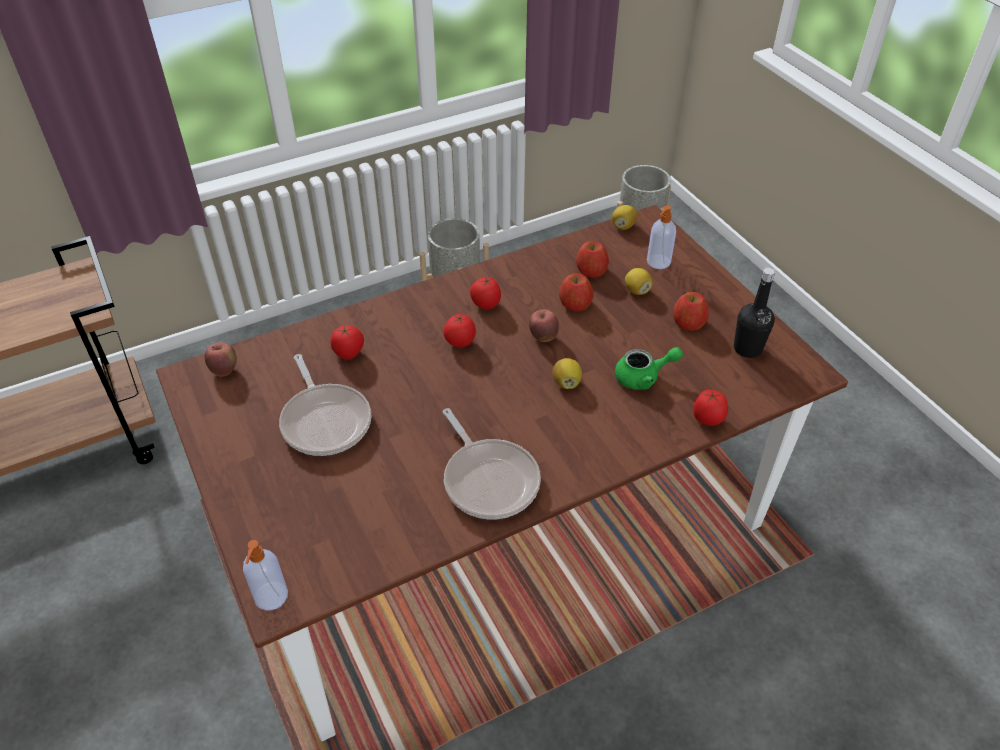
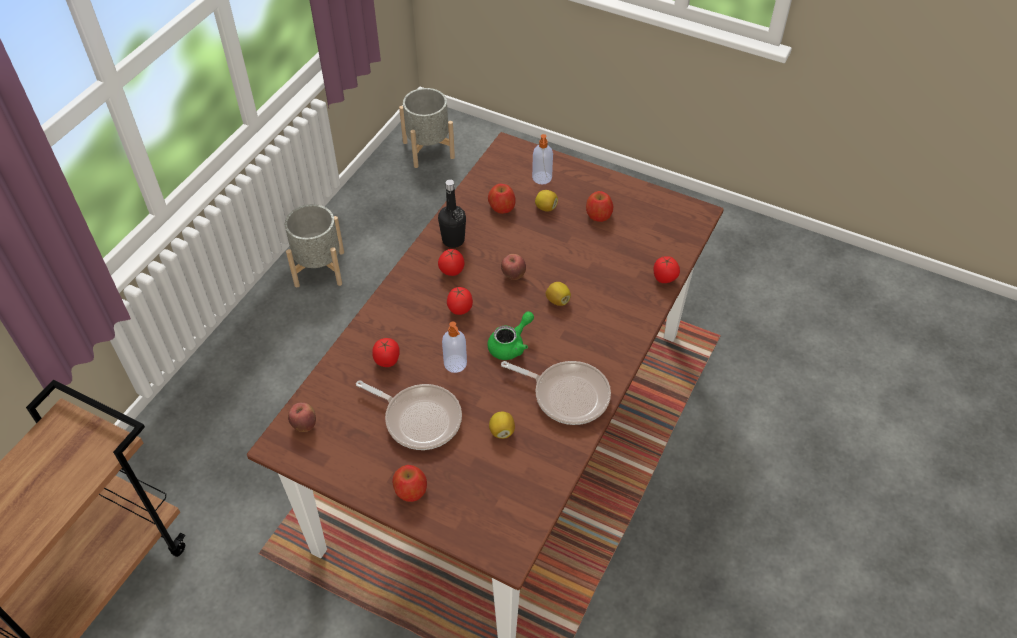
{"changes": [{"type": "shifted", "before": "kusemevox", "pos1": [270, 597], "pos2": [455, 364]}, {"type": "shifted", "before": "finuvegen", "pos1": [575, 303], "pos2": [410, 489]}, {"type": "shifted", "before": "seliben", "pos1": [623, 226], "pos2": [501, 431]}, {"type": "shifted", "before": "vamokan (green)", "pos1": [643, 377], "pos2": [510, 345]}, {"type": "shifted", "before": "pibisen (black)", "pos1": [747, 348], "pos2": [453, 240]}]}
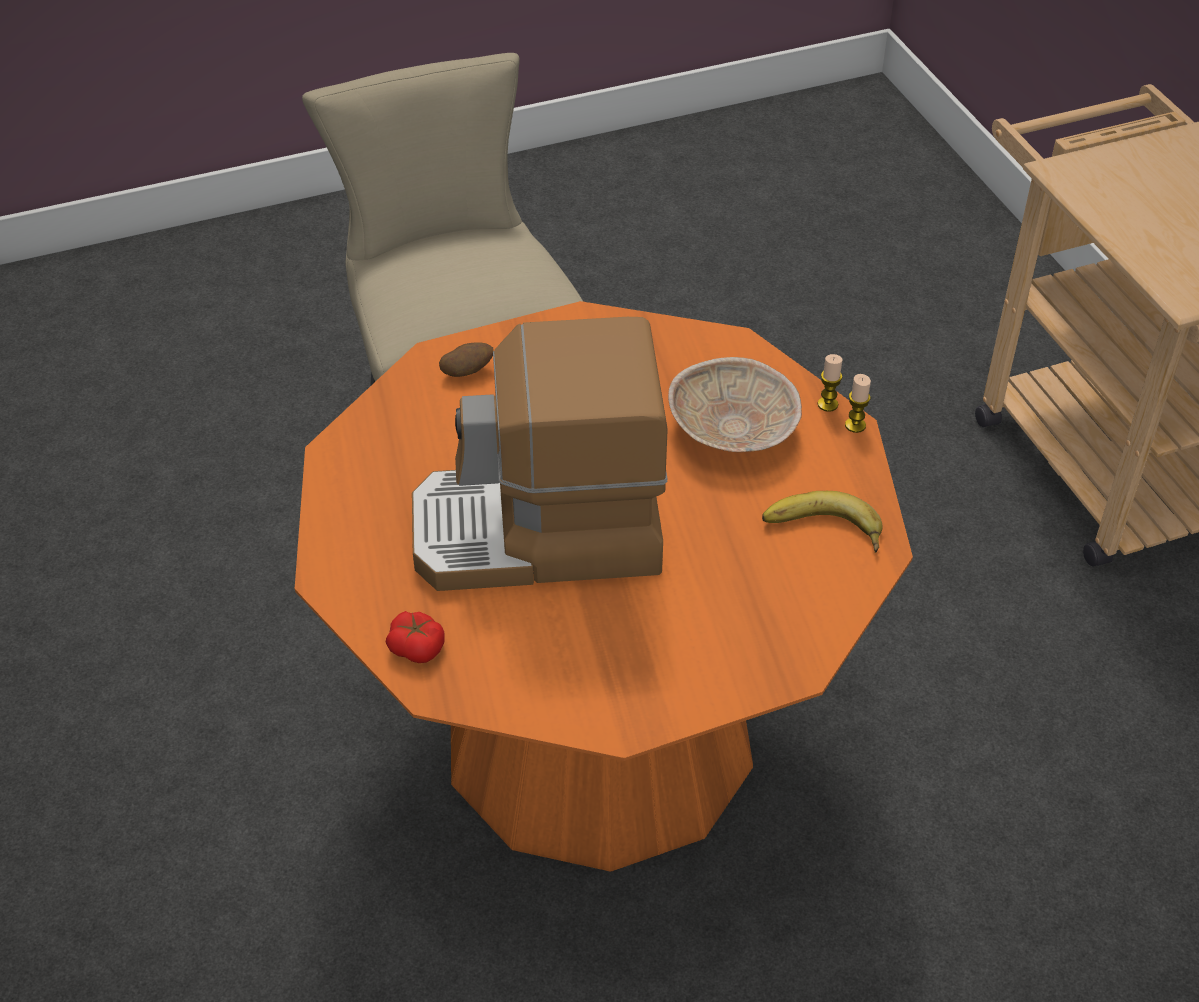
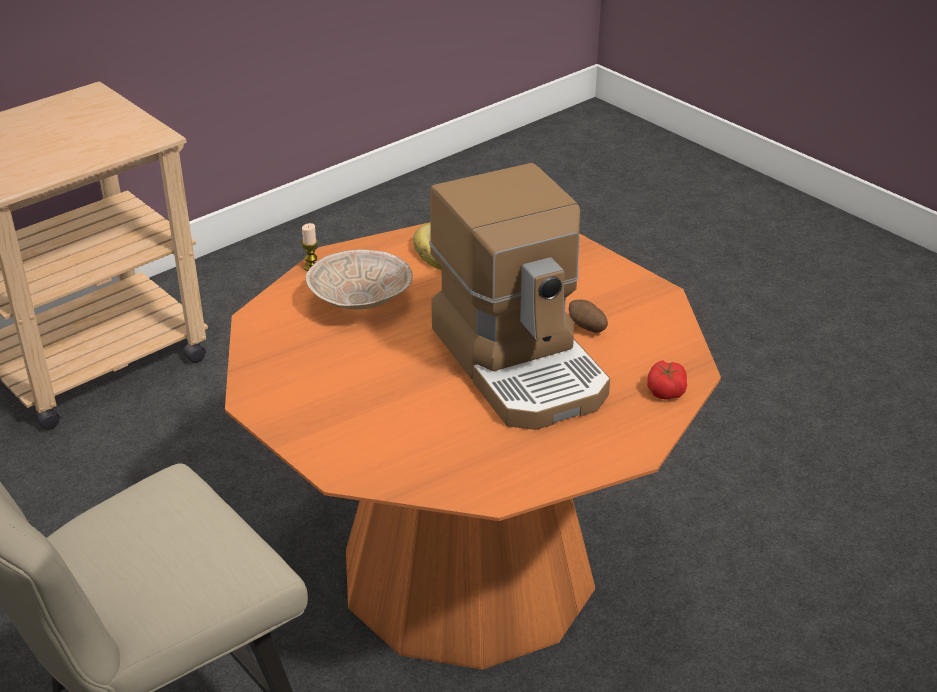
{"changes": [{"type": "gone", "before": "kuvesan", "pos1": [855, 425]}, {"type": "shifted", "before": "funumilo", "pos1": [467, 372], "pos2": [586, 328]}]}
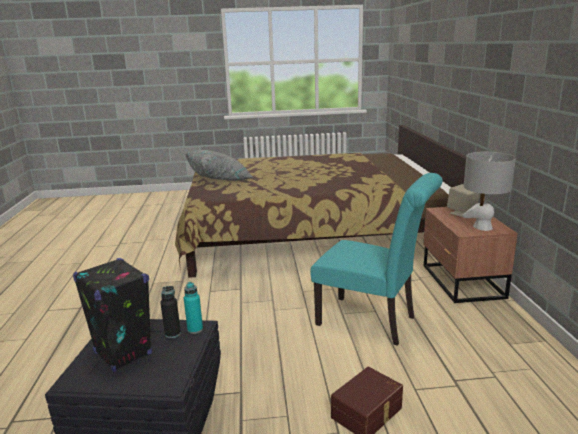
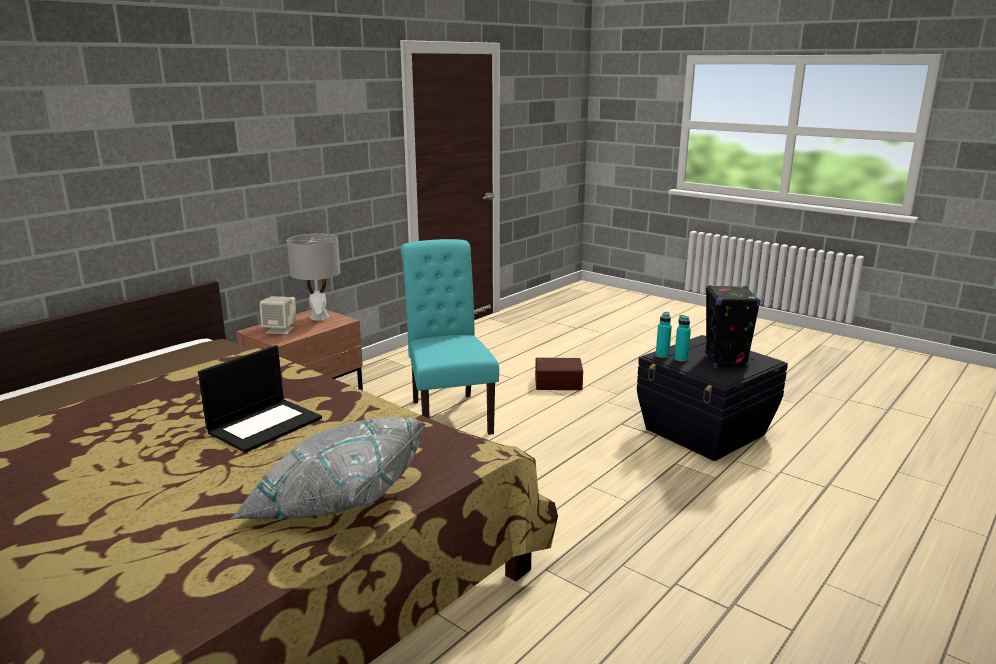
{"changes": [{"type": "new", "after": "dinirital", "pos2": [265, 424]}, {"type": "repainted", "before": "pibisen (black)", "after": "pibisen (turquoise)", "pos1": [173, 334], "pos2": [681, 359]}]}
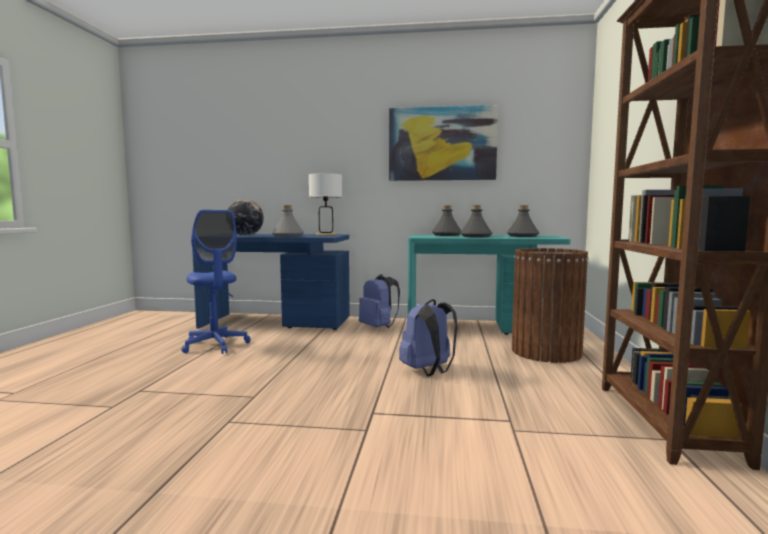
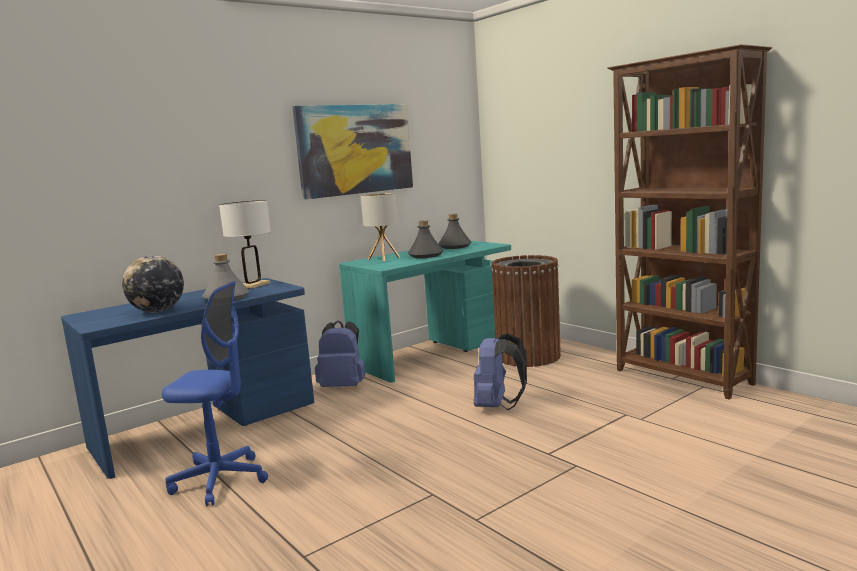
{"changes": [{"type": "swapped", "before": "pibisen (grey)", "after": "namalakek", "pos1": [446, 235], "pos2": [383, 258]}]}
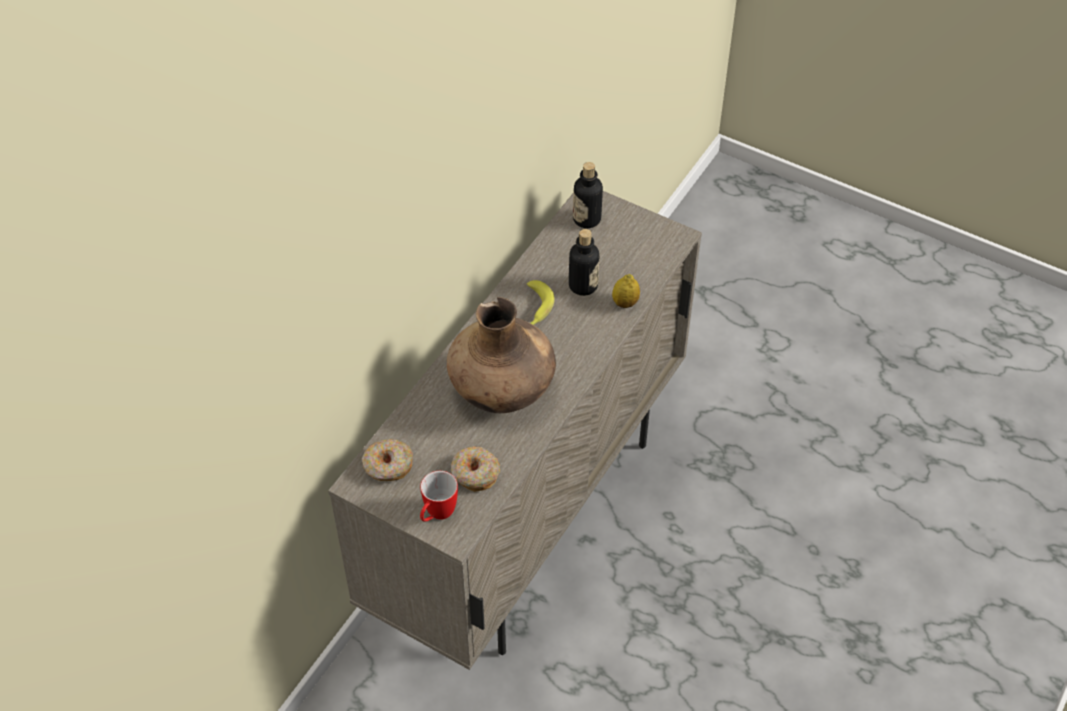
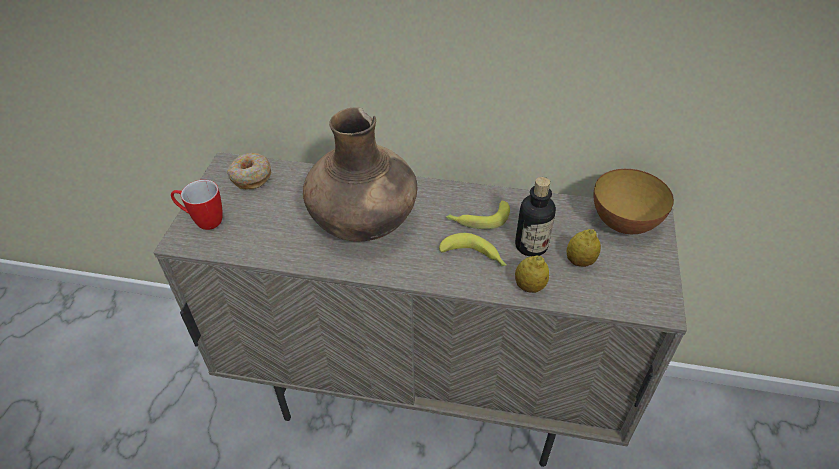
{"changes": [{"type": "gone", "before": "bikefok", "pos1": [474, 474]}, {"type": "new", "after": "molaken", "pos2": [474, 257]}, {"type": "new", "after": "seliben", "pos2": [580, 261]}, {"type": "swapped", "before": "pibisen", "after": "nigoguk", "pos1": [587, 219], "pos2": [623, 224]}]}
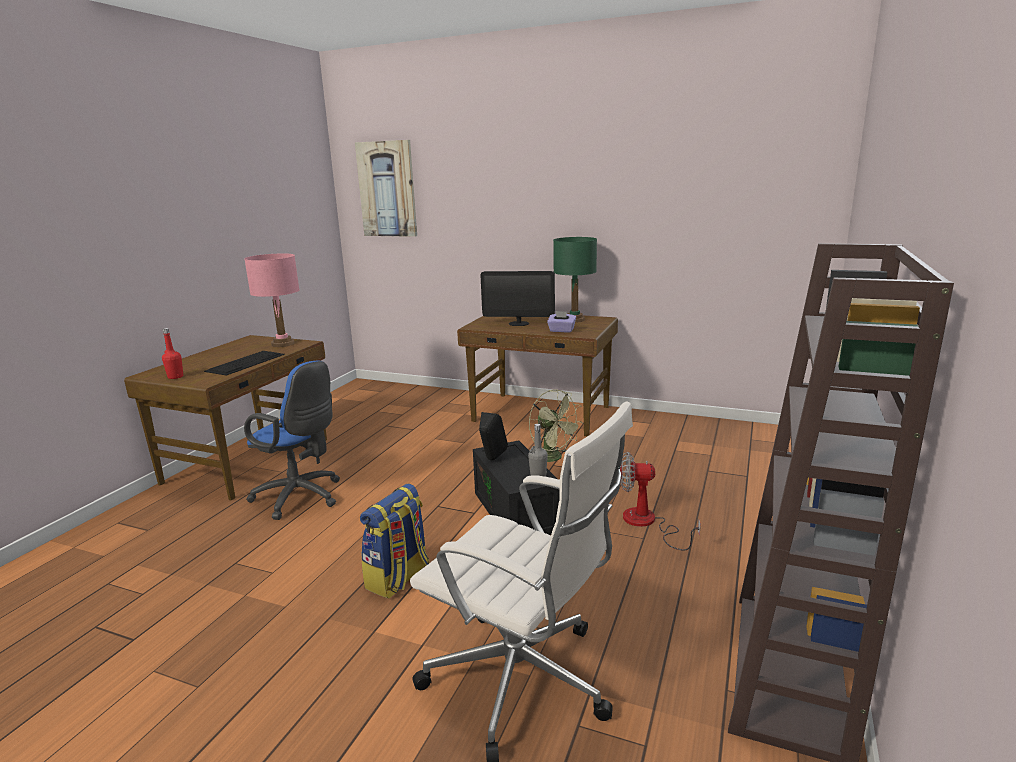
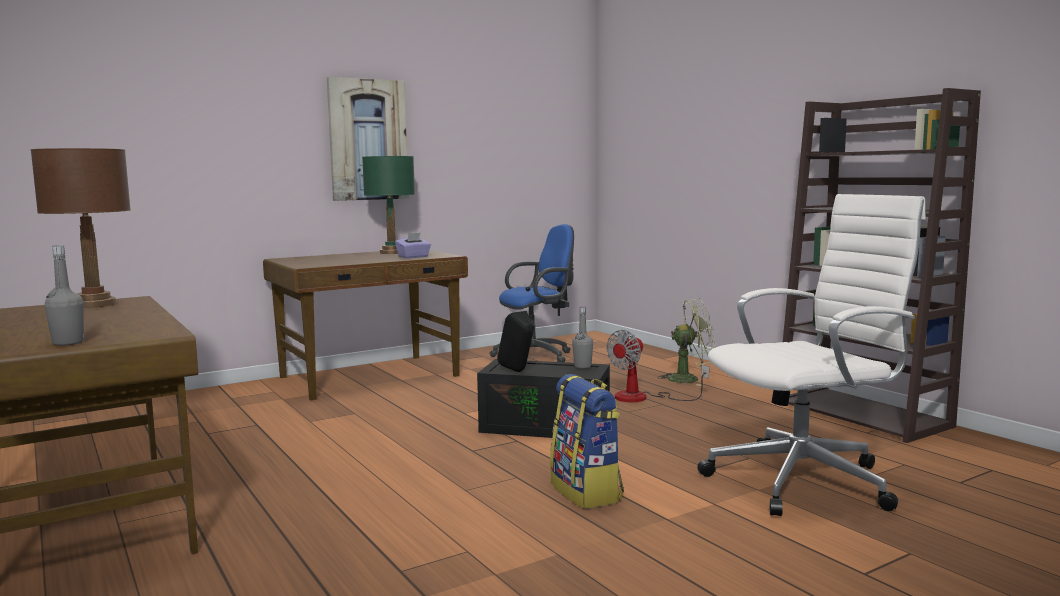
{"changes": [{"type": "gone", "before": "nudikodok", "pos1": [246, 362]}, {"type": "gone", "before": "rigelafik", "pos1": [519, 323]}, {"type": "shifted", "before": "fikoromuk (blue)", "pos1": [301, 498], "pos2": [537, 356]}, {"type": "shifted", "before": "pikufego", "pos1": [387, 189], "pos2": [368, 140]}, {"type": "shifted", "before": "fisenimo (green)", "pos1": [553, 458], "pos2": [690, 379]}, {"type": "repainted", "before": "pibisen (red)", "after": "pibisen (grey)", "pos1": [175, 377], "pos2": [68, 343]}, {"type": "repainted", "before": "namalakek (pink)", "after": "namalakek (brown)", "pos1": [283, 344], "pos2": [94, 304]}]}
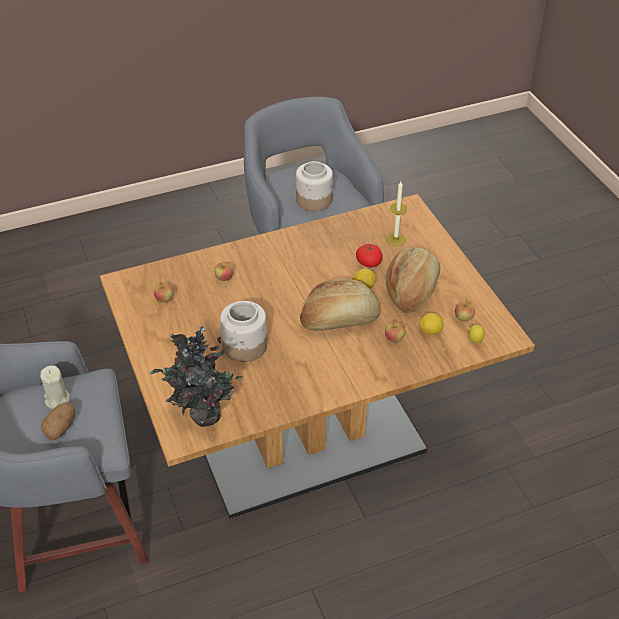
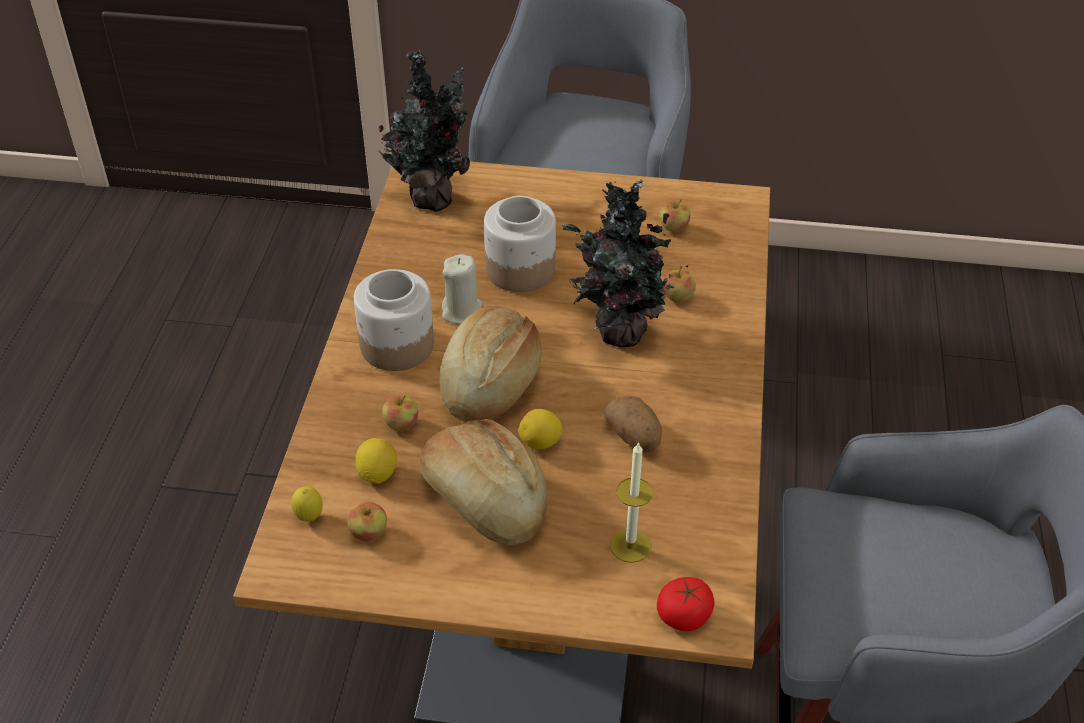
{"changes": [{"type": "new", "after": "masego", "pos2": [616, 332]}, {"type": "shifted", "before": "kuvesan (beige)", "pos1": [57, 399], "pos2": [462, 312]}, {"type": "shifted", "before": "funumilo", "pos1": [61, 428], "pos2": [634, 437]}, {"type": "shifted", "before": "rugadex", "pos1": [314, 200], "pos2": [396, 346]}, {"type": "shifted", "before": "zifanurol", "pos1": [369, 262], "pos2": [684, 615]}]}
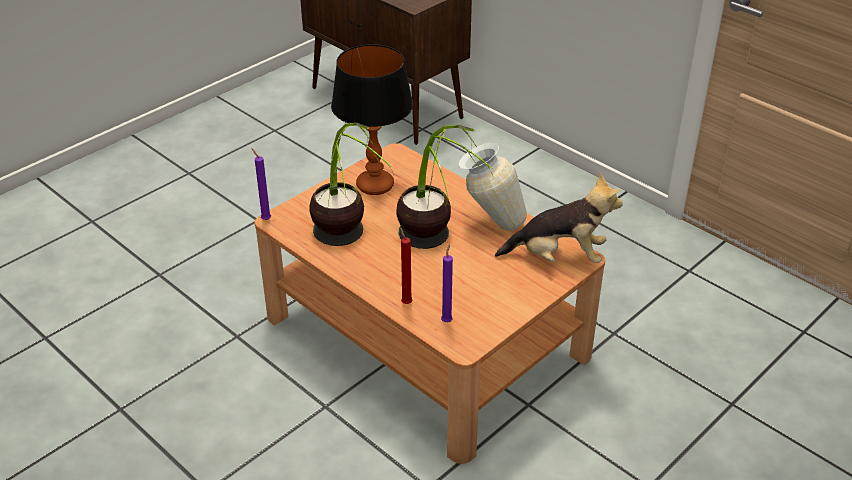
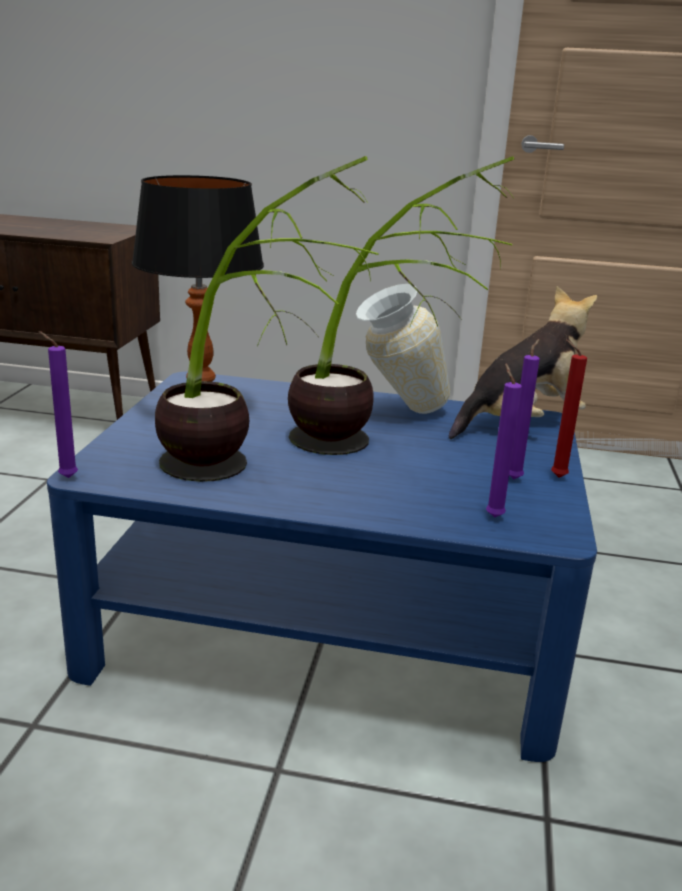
{"changes": [{"type": "new", "after": "kuvesan (purple)", "pos2": [515, 478]}, {"type": "shifted", "before": "kuvesan (red)", "pos1": [405, 302], "pos2": [555, 476]}, {"type": "repainted", "before": "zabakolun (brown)", "after": "zabakolun (blue)", "pos1": [425, 336], "pos2": [330, 619]}]}
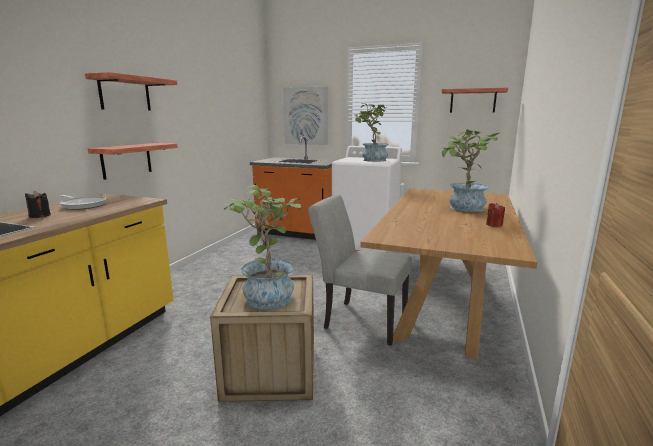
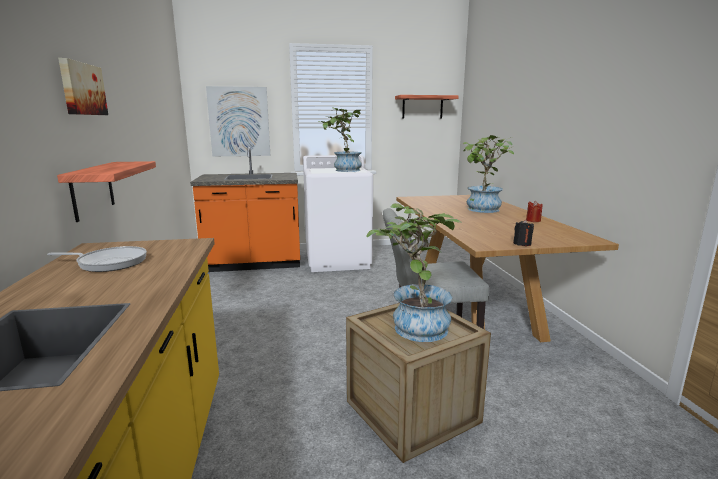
{"changes": [{"type": "shifted", "before": "kuvesan (black)", "pos1": [40, 216], "pos2": [522, 244]}, {"type": "swapped", "before": "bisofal", "after": "pikufego", "pos1": [125, 94], "pos2": [81, 89]}]}
